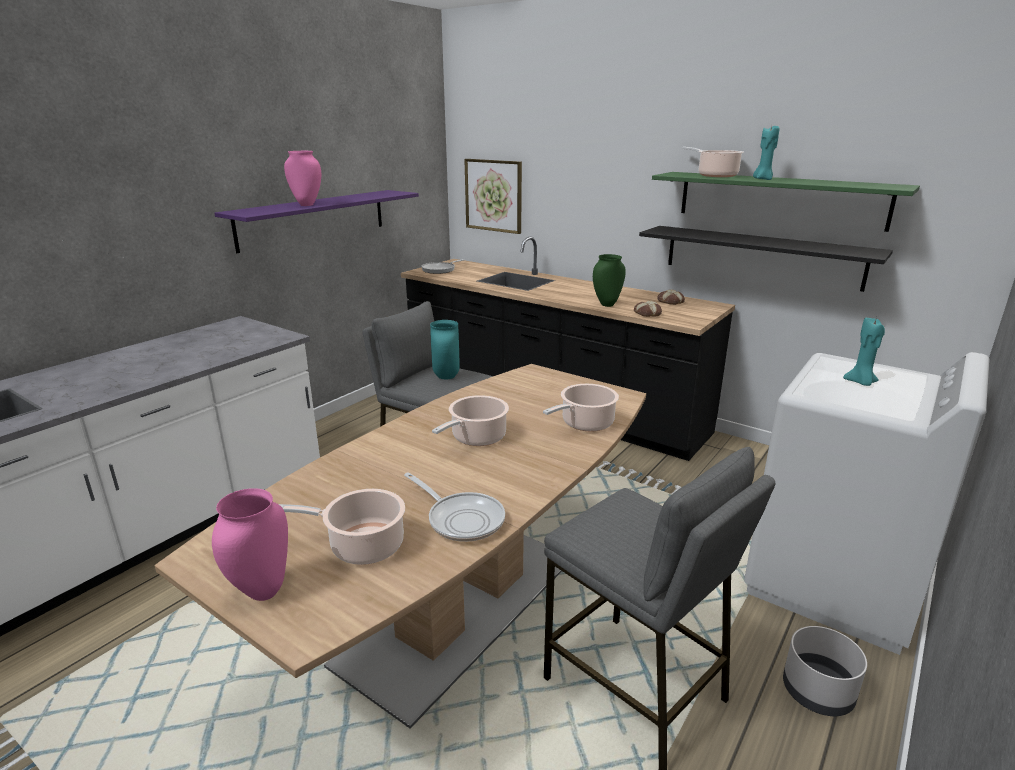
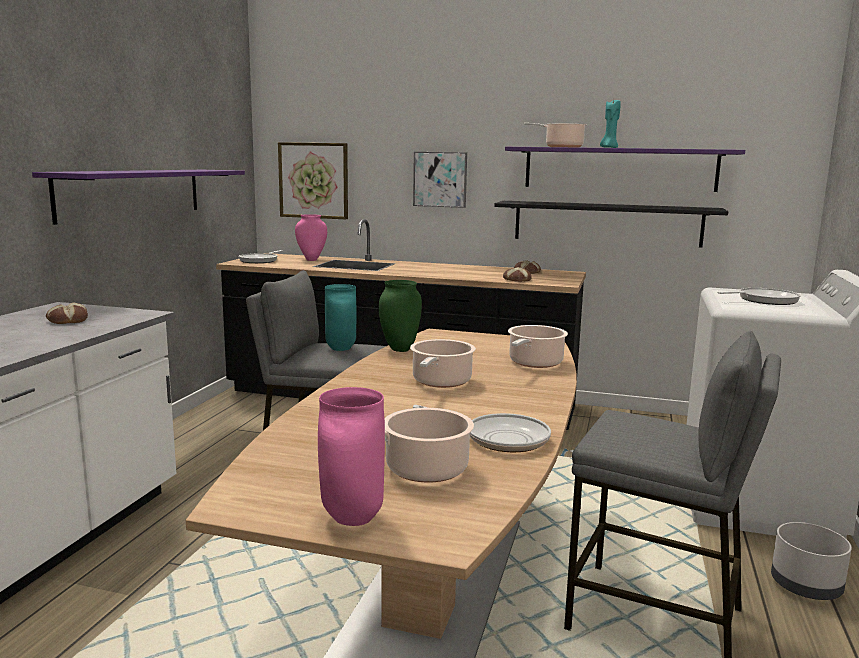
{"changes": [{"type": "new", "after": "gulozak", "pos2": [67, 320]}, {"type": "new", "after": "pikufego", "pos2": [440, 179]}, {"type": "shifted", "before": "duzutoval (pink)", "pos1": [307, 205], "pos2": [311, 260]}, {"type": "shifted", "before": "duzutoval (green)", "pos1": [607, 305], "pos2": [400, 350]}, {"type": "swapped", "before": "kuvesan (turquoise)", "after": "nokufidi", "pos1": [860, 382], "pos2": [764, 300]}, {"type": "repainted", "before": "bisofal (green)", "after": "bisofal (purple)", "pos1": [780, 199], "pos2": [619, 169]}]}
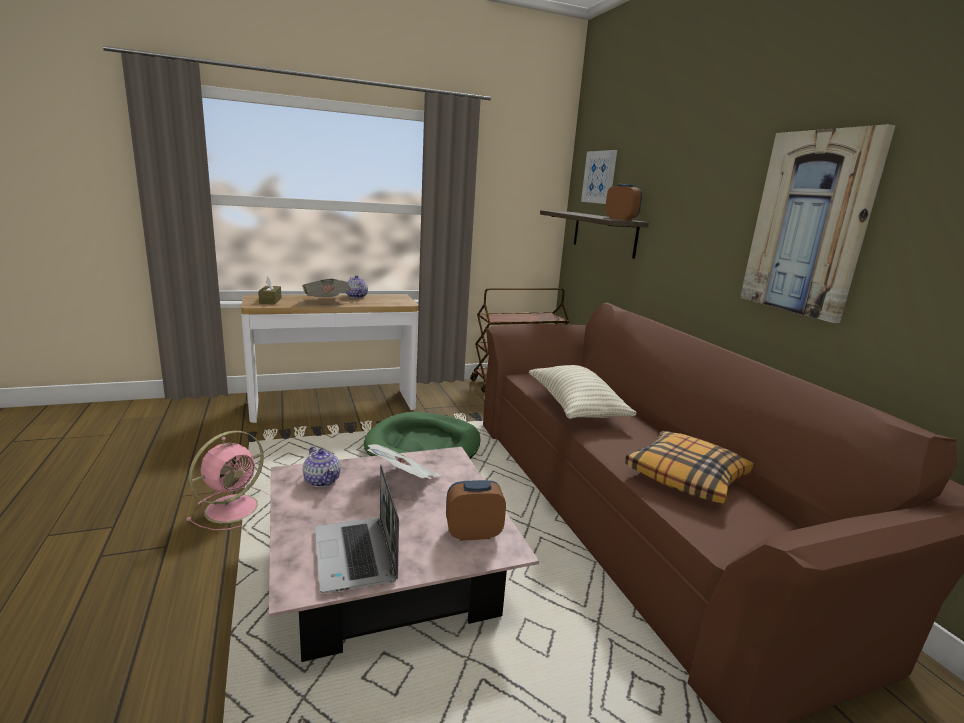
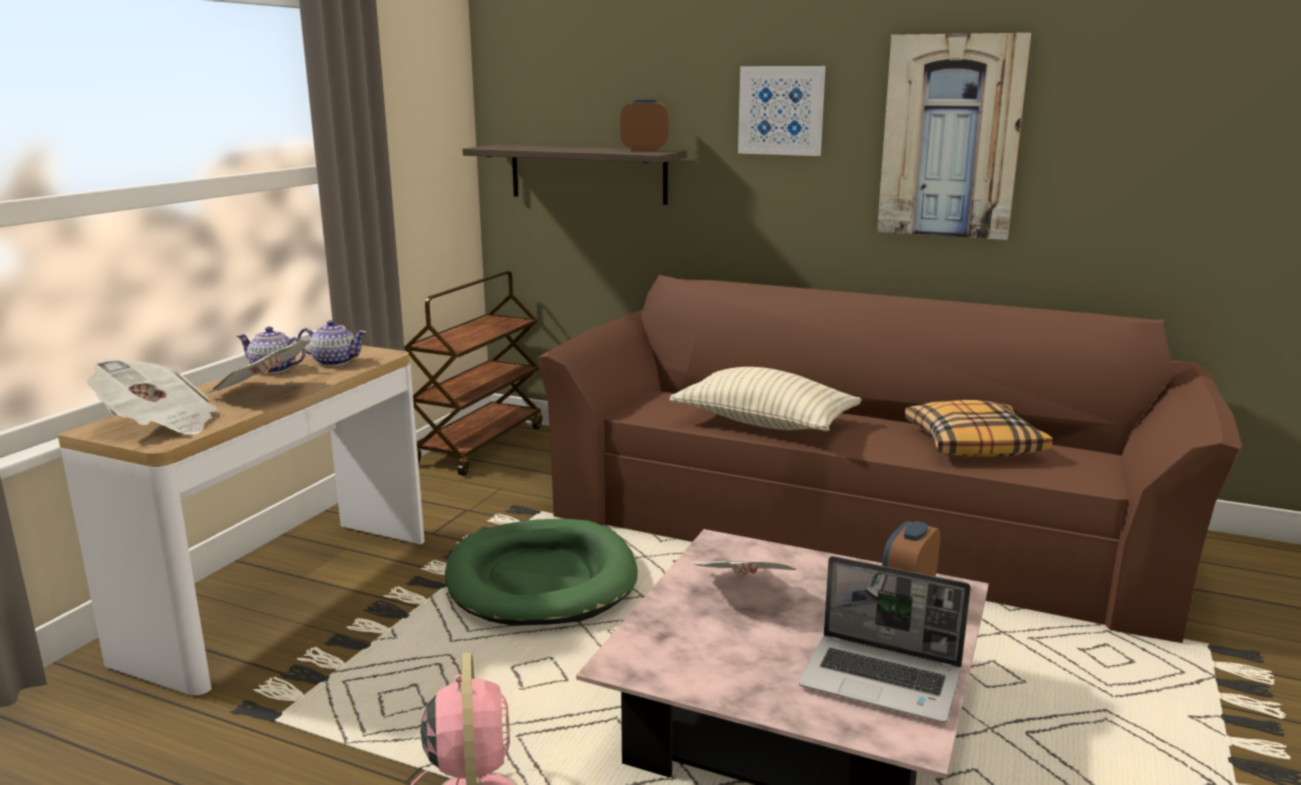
{"changes": [{"type": "shifted", "before": "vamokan", "pos1": [322, 480], "pos2": [334, 362]}, {"type": "shifted", "before": "pikufego", "pos1": [599, 177], "pos2": [781, 110]}, {"type": "swapped", "before": "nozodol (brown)", "after": "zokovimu", "pos1": [270, 301], "pos2": [160, 425]}]}
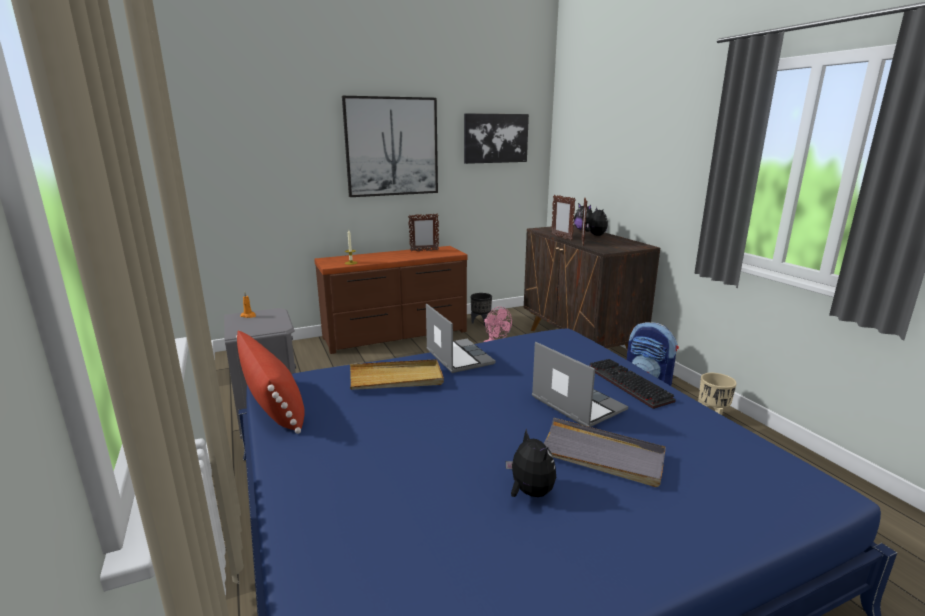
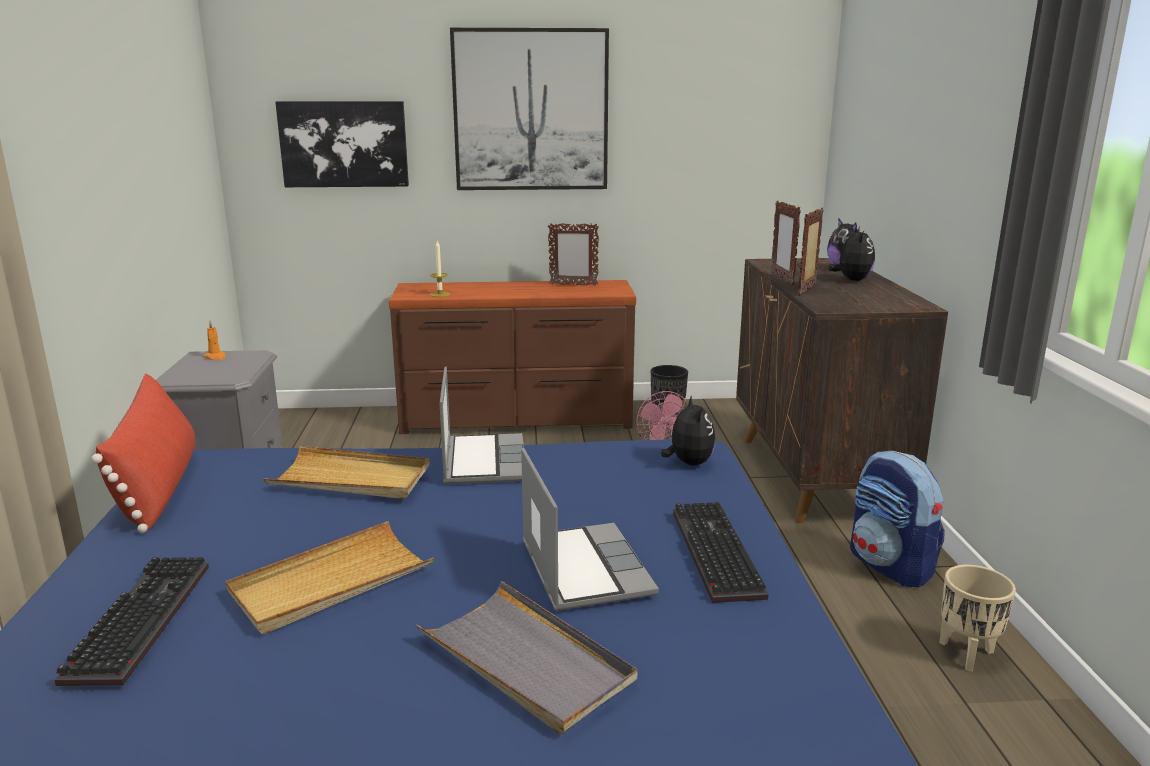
{"changes": [{"type": "new", "after": "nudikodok", "pos2": [138, 619]}, {"type": "new", "after": "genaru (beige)", "pos2": [331, 582]}, {"type": "shifted", "before": "pikufego", "pos1": [495, 138], "pos2": [344, 144]}, {"type": "shifted", "before": "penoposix", "pos1": [529, 492], "pos2": [688, 463]}]}
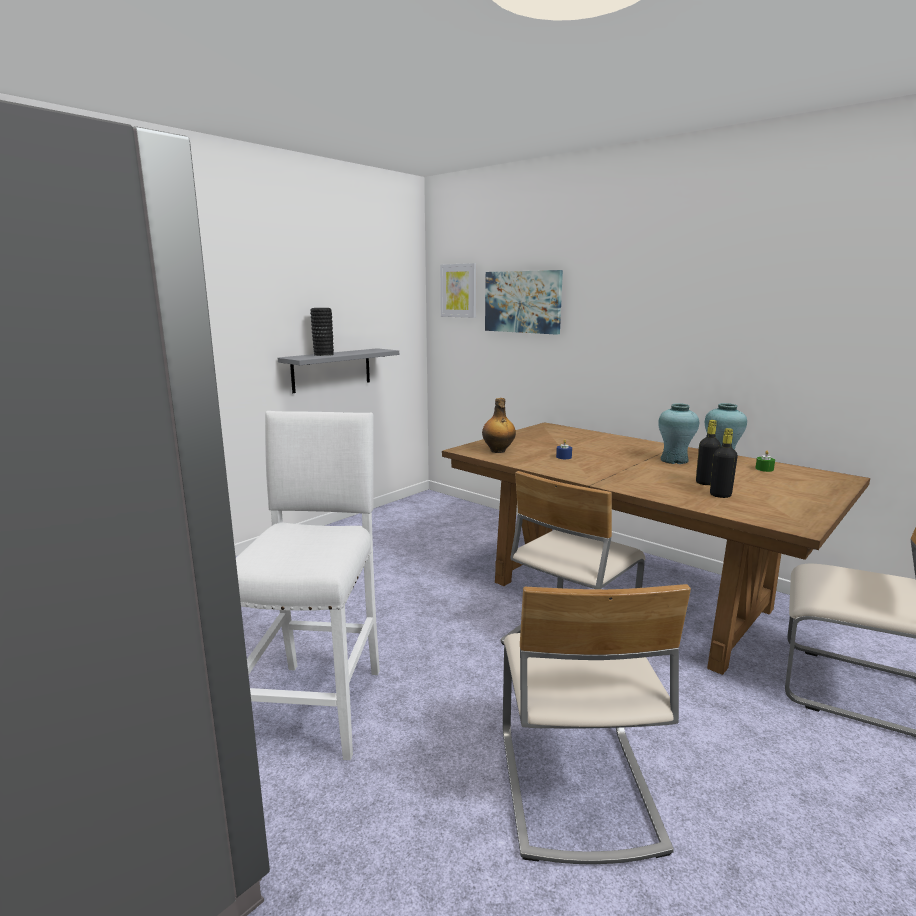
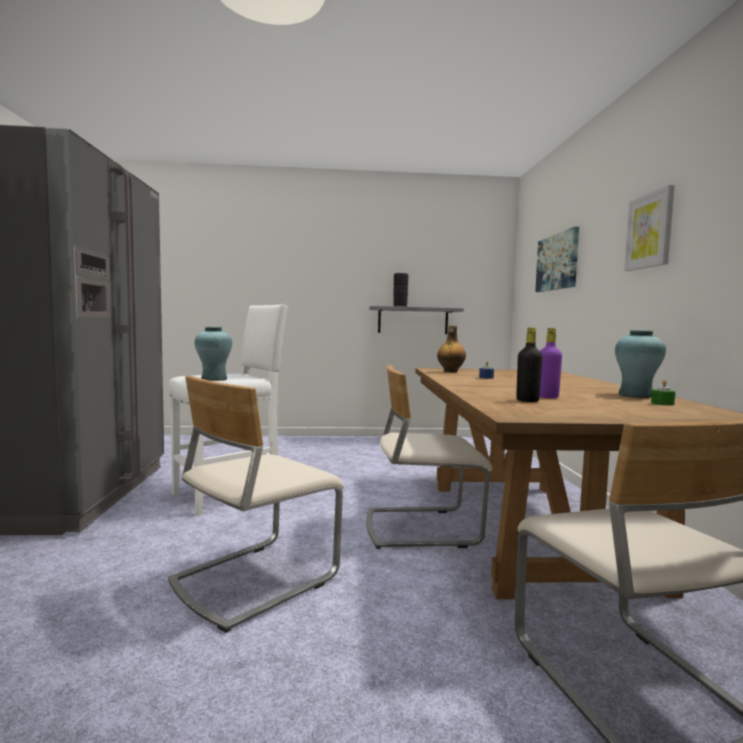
{"changes": [{"type": "shifted", "before": "pikufego", "pos1": [459, 290], "pos2": [650, 231]}, {"type": "shifted", "before": "duzutoval (turquoise)", "pos1": [674, 460], "pos2": [214, 379]}, {"type": "repainted", "before": "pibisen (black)", "after": "pibisen (purple)", "pos1": [705, 483], "pos2": [547, 397]}]}
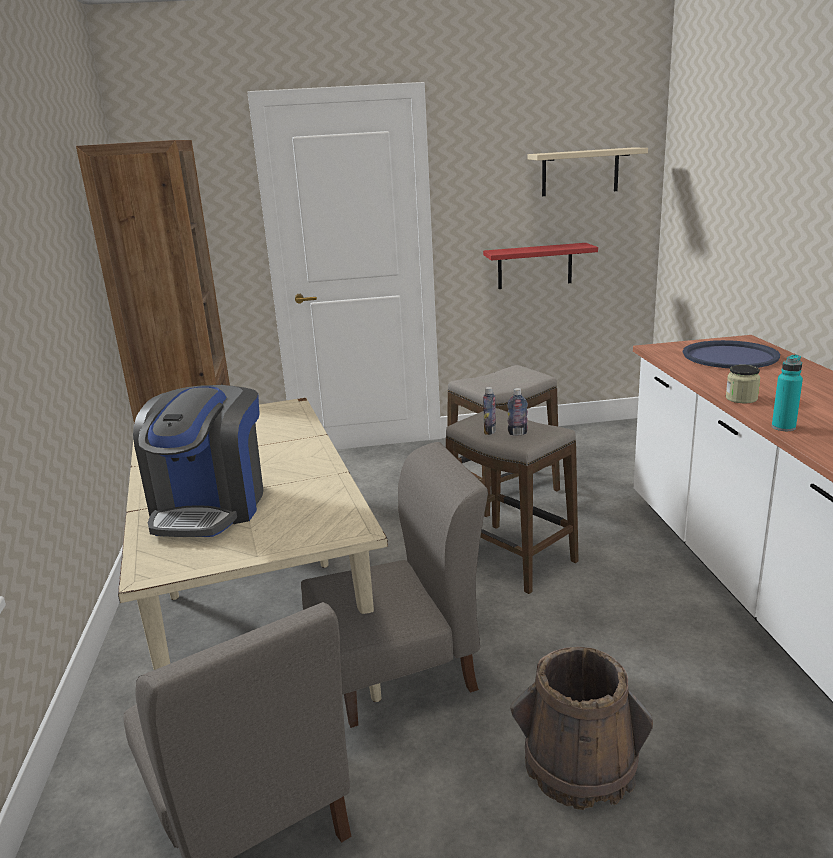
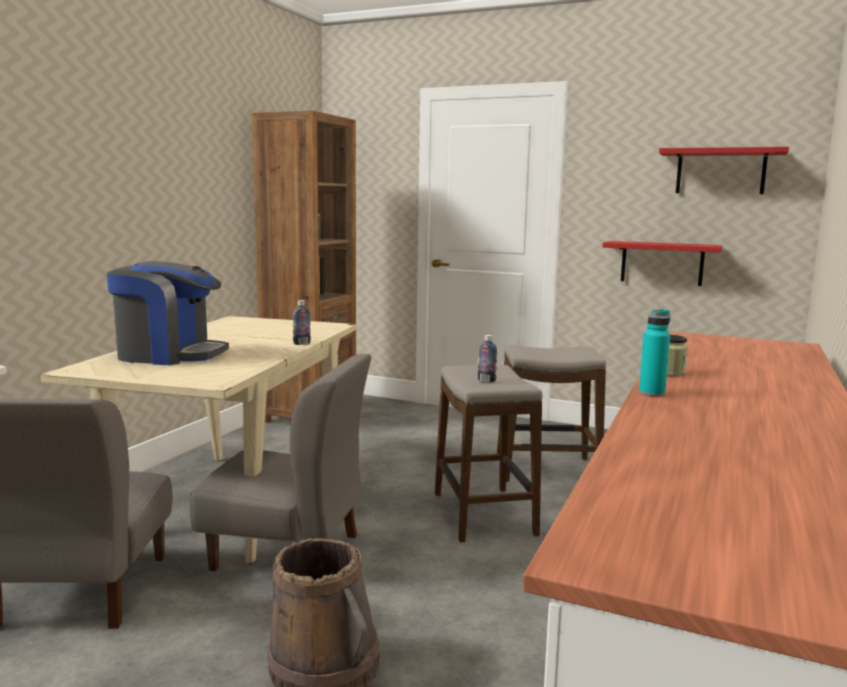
{"changes": [{"type": "gone", "before": "genaru (blue)", "pos1": [730, 356]}, {"type": "shifted", "before": "pibisen", "pos1": [489, 431], "pos2": [302, 343]}, {"type": "repainted", "before": "bisofal (beige)", "after": "bisofal (red)", "pos1": [580, 172], "pos2": [720, 172]}, {"type": "rotated", "before": "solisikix", "pos1": [210, 507], "pos2": [169, 355], "turn": -120}]}
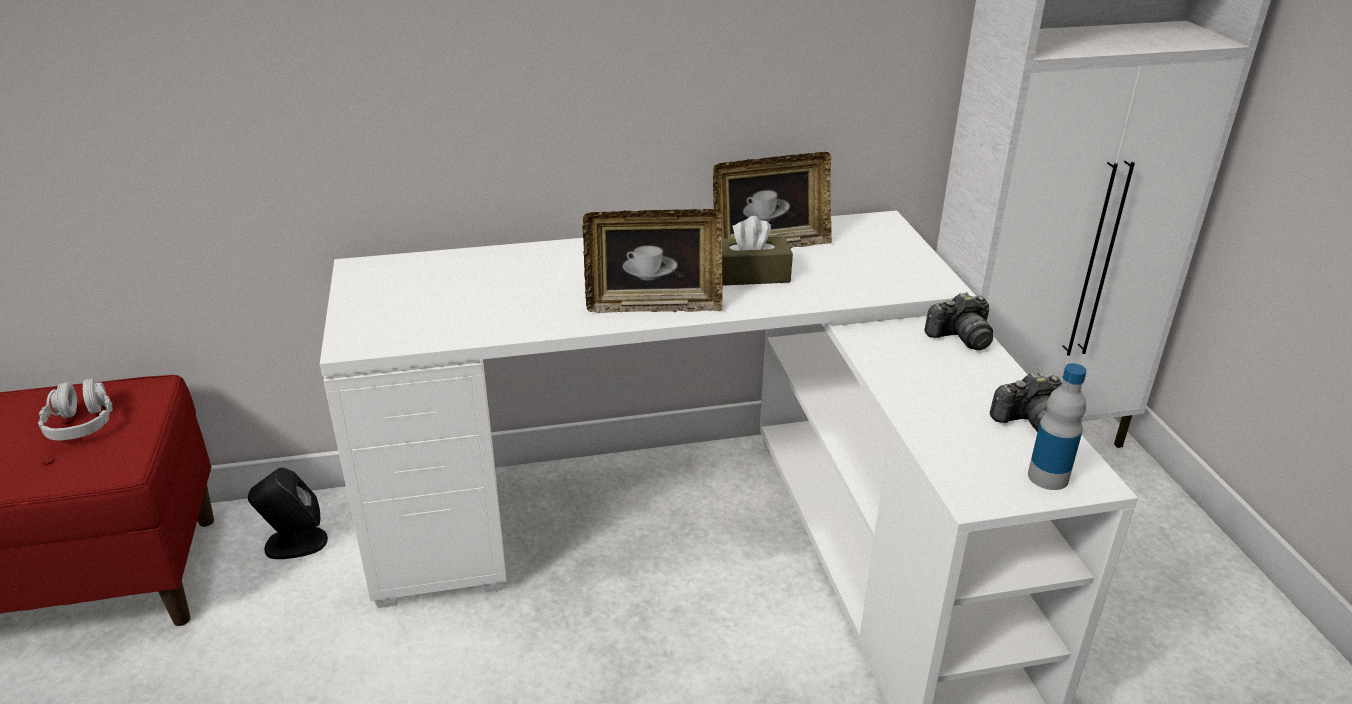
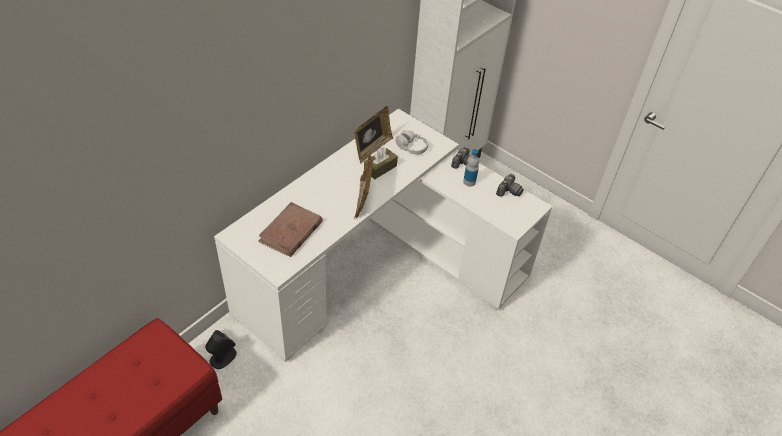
{"changes": [{"type": "new", "after": "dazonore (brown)", "pos2": [291, 232]}, {"type": "shifted", "before": "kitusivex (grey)", "pos1": [81, 423], "pos2": [411, 147]}, {"type": "shifted", "before": "pibisen", "pos1": [1048, 477], "pos2": [469, 182]}, {"type": "rotated", "before": "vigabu", "pos1": [653, 305], "pos2": [363, 200], "turn": 135}]}
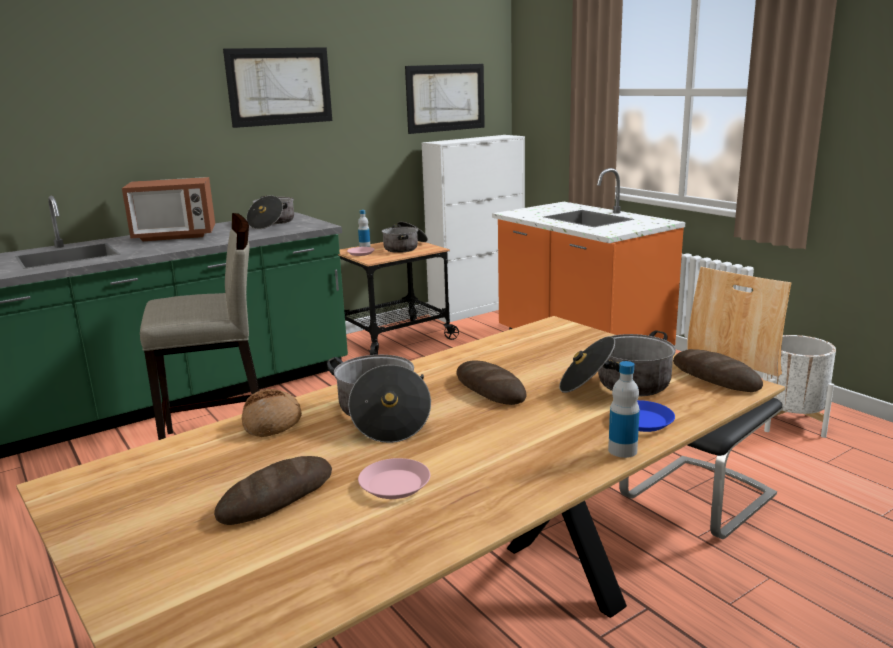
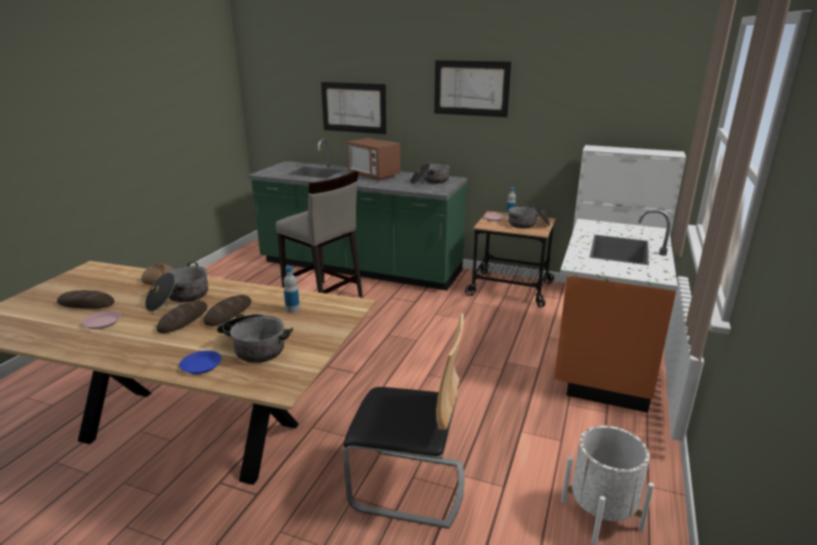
{"changes": [{"type": "shifted", "before": "pikufego", "pos1": [446, 98], "pos2": [353, 107]}, {"type": "shifted", "before": "pibisen", "pos1": [622, 450], "pos2": [292, 309]}, {"type": "shifted", "before": "gulozak", "pos1": [715, 377], "pos2": [183, 320]}]}
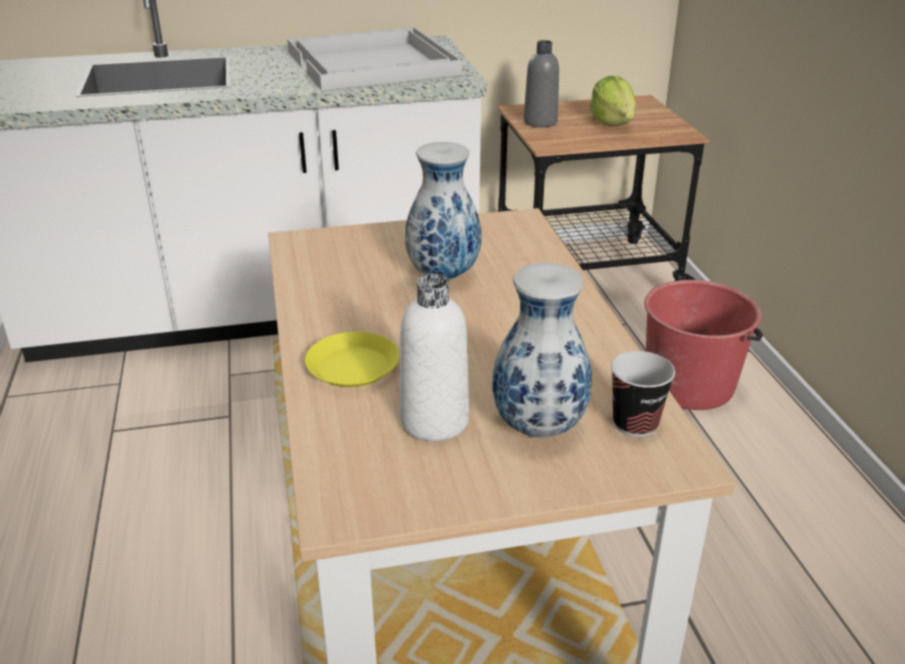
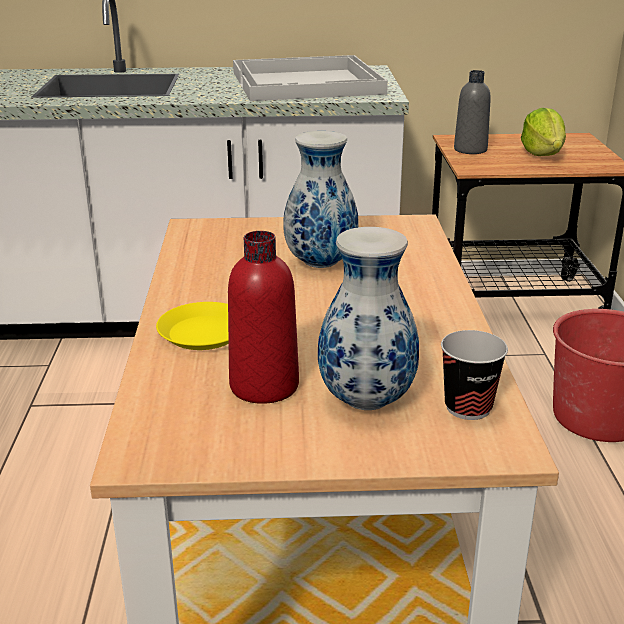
{"changes": [{"type": "repainted", "before": "pibisen (white)", "after": "pibisen (red)", "pos1": [434, 421], "pos2": [264, 386]}]}
